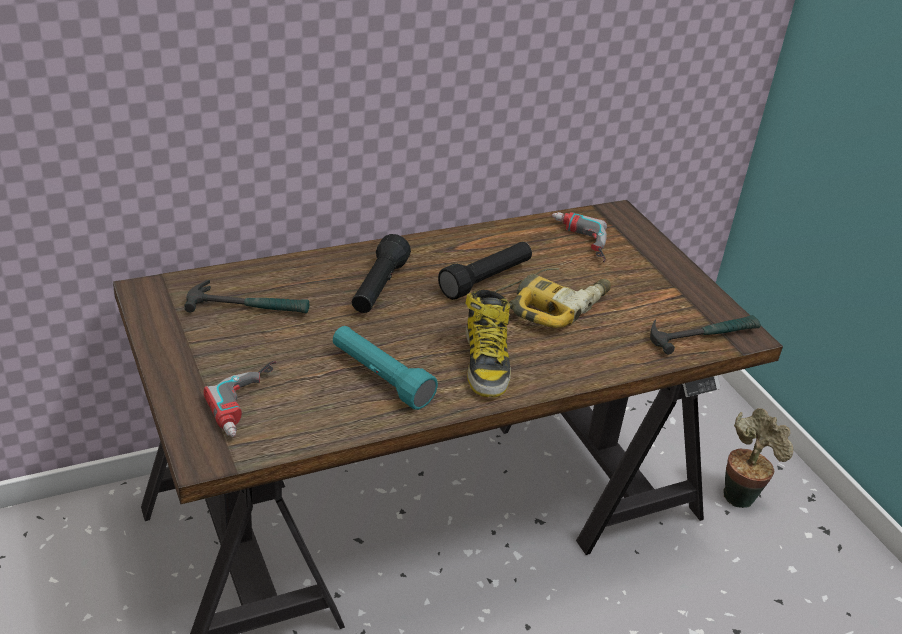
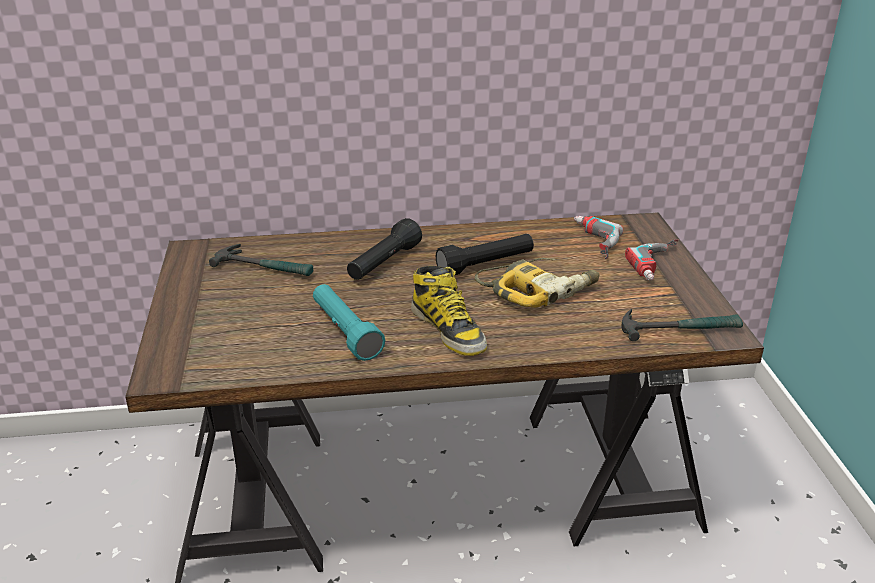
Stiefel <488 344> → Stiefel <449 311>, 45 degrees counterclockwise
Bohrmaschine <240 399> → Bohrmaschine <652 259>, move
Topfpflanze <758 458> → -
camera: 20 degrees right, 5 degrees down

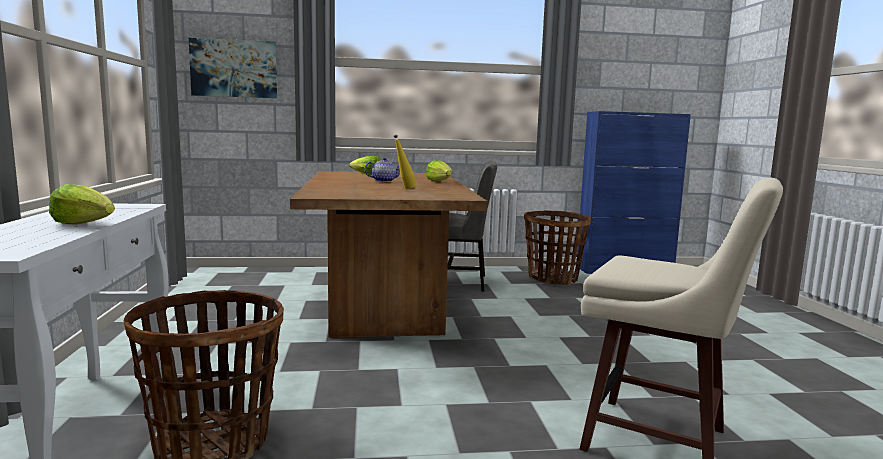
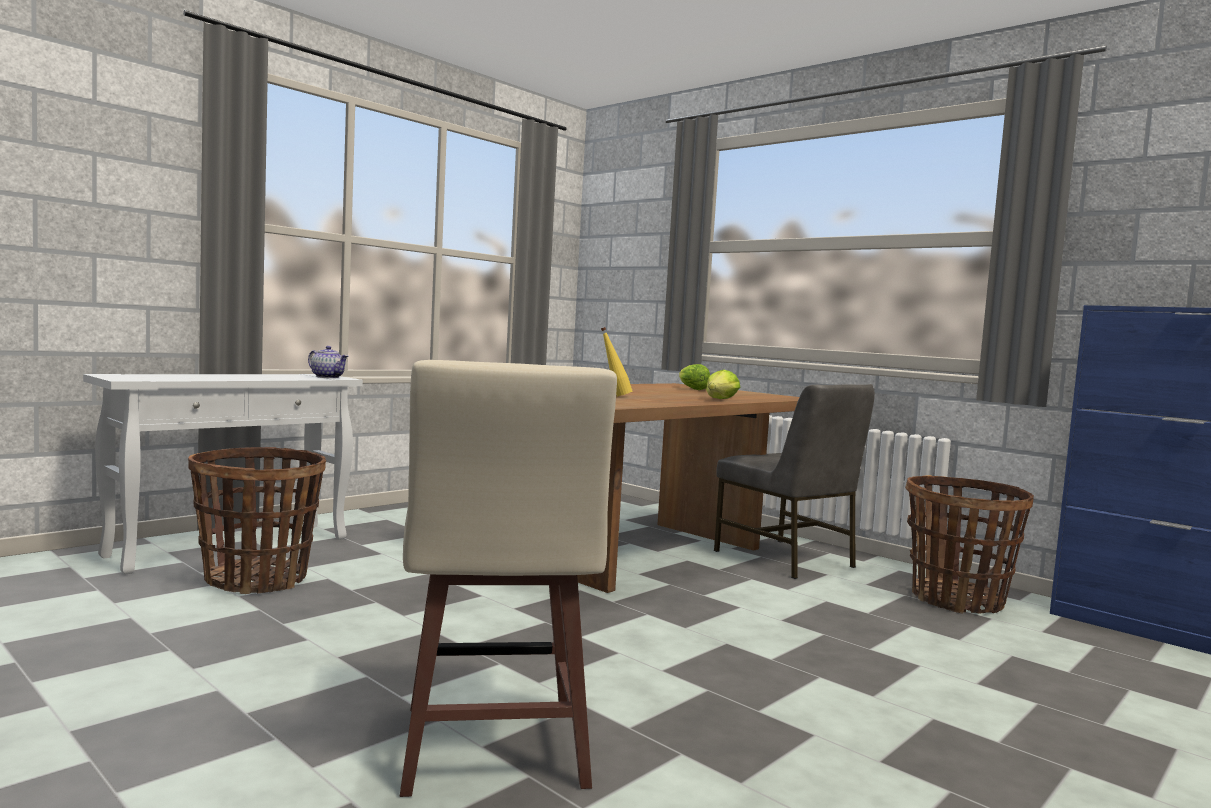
Teekanne <382 169> → Teekanne <328 362>, move
Salatkopf <82 204> → -
Bild <233 68> → -
camera: 50 degrees right, 5 degrees down

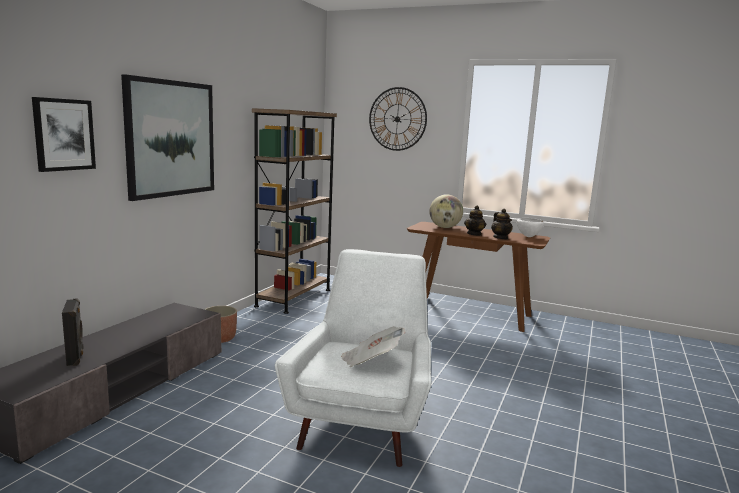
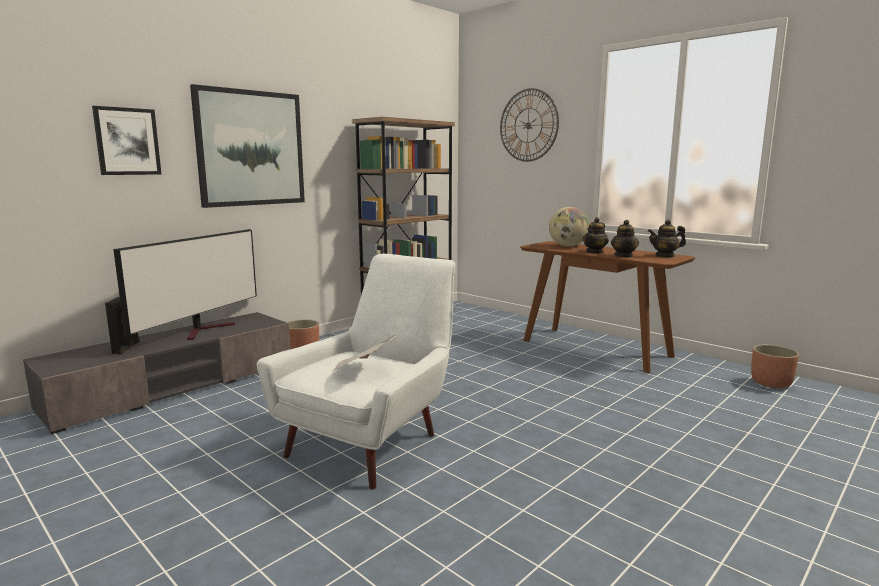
- → Fernseher <185 284>
Schüssel [weiß] <530 227> → Teekanne <667 239>
- → Pflanzkübel <775 366>
camera: 20 degrees right, 0 degrees up

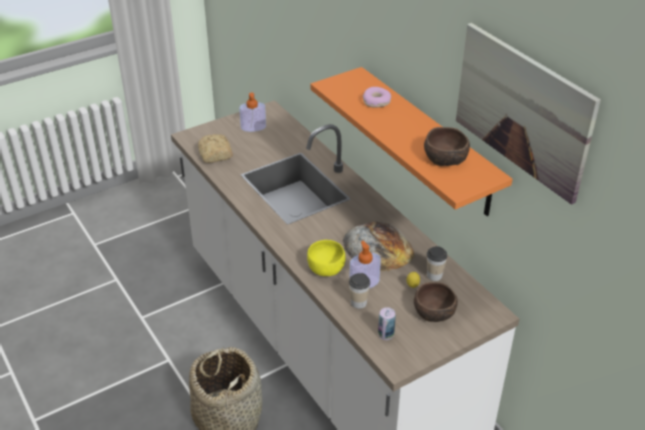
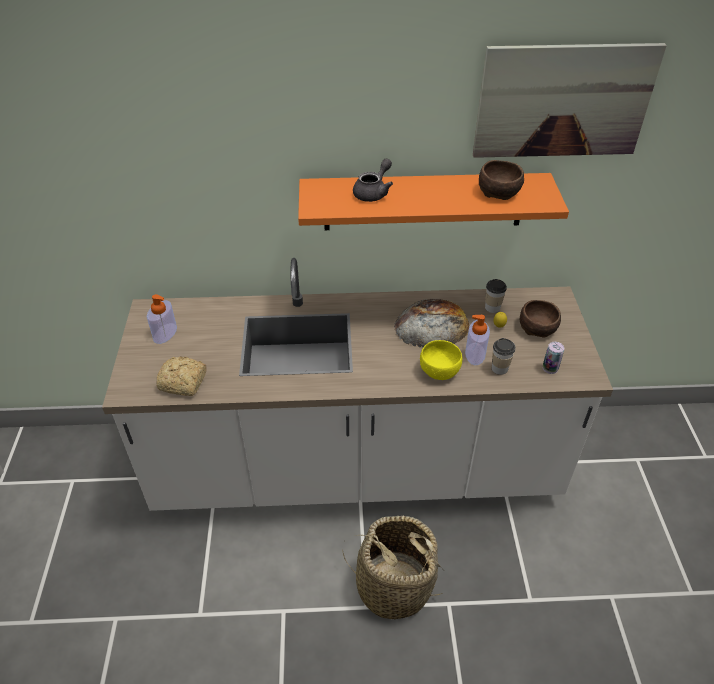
Donut <377 97> → Teekanne [grau] <373 180>
camera: 60 degrees left, 5 degrees up

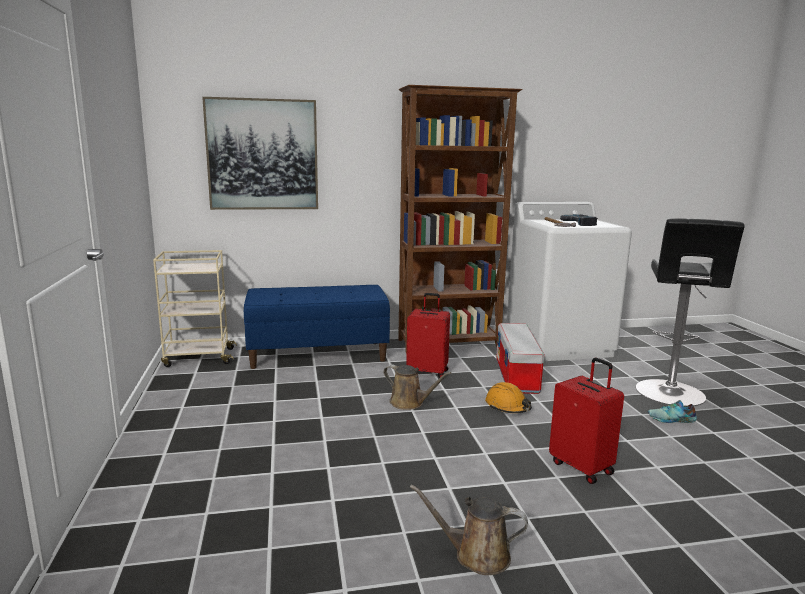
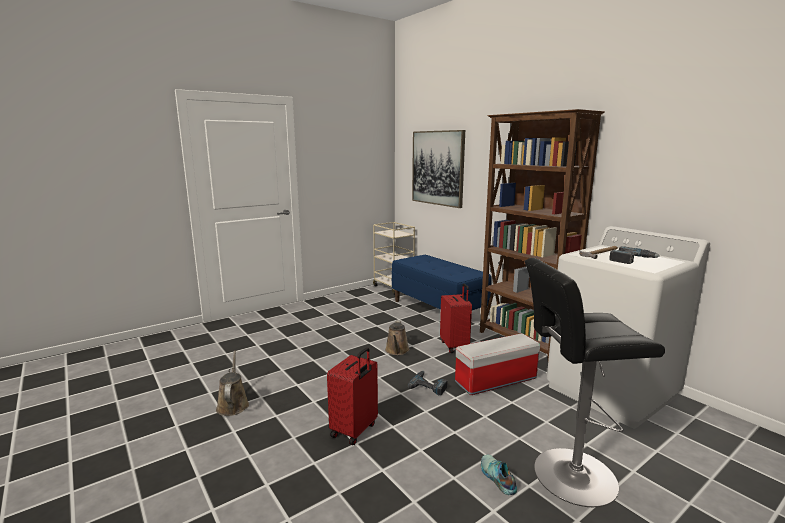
Schutzhelm [orange] <508 397> → Bohrmaschine <428 383>
camera: 65 degrees right, 0 degrees up

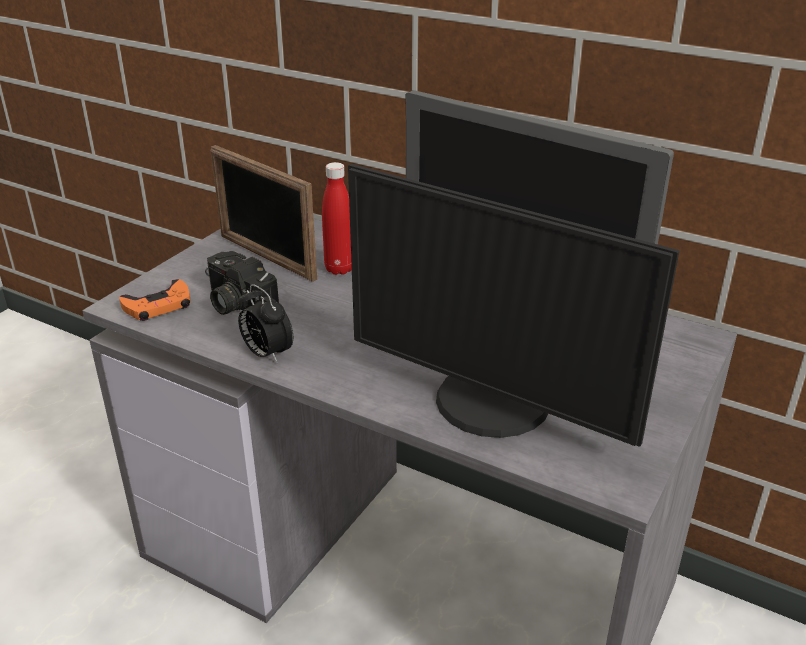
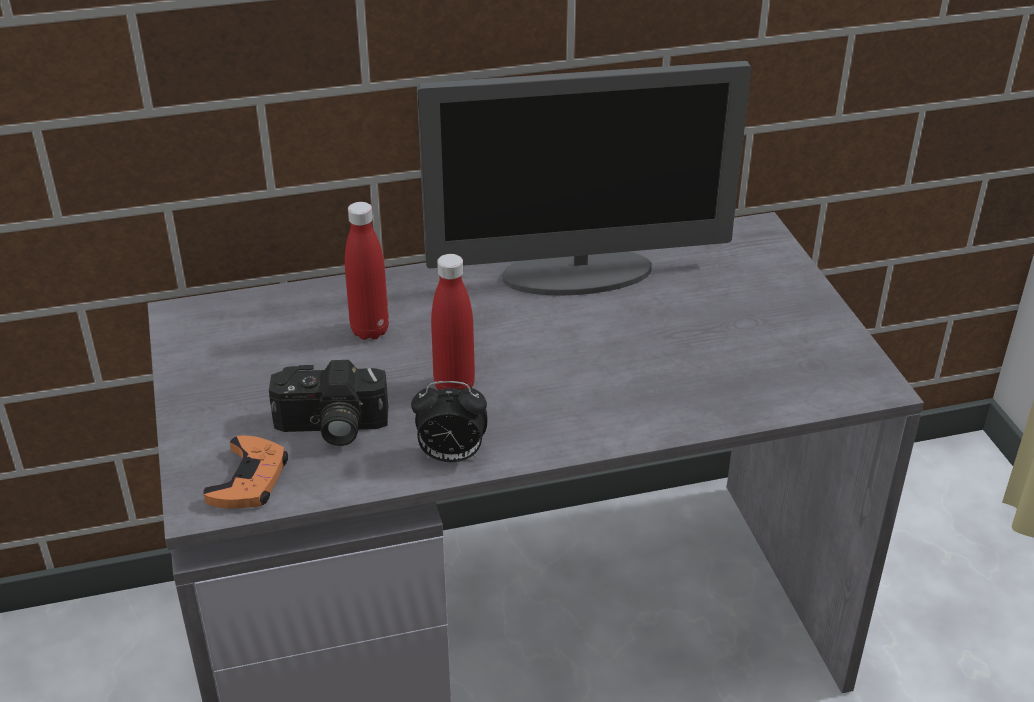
- → Flasche [rot] <453 322>
Bilderrahmen <264 213> → -
Monitor <513 305> → -
camera: 45 degrees left, 5 degrees up

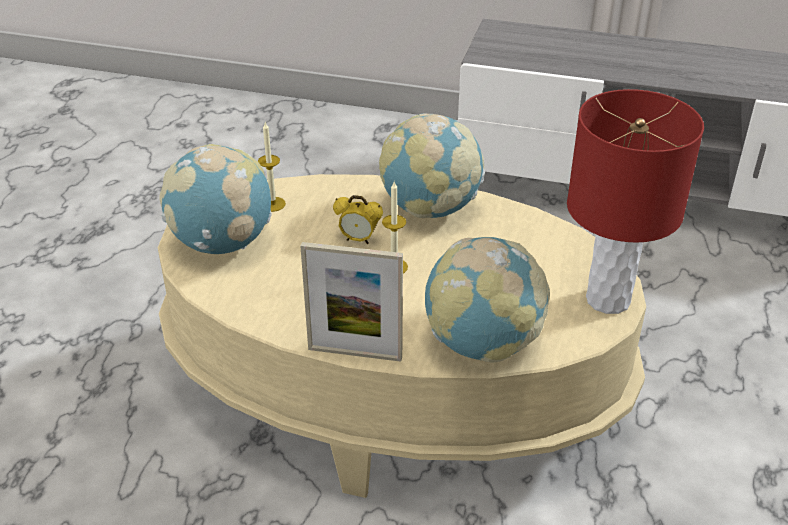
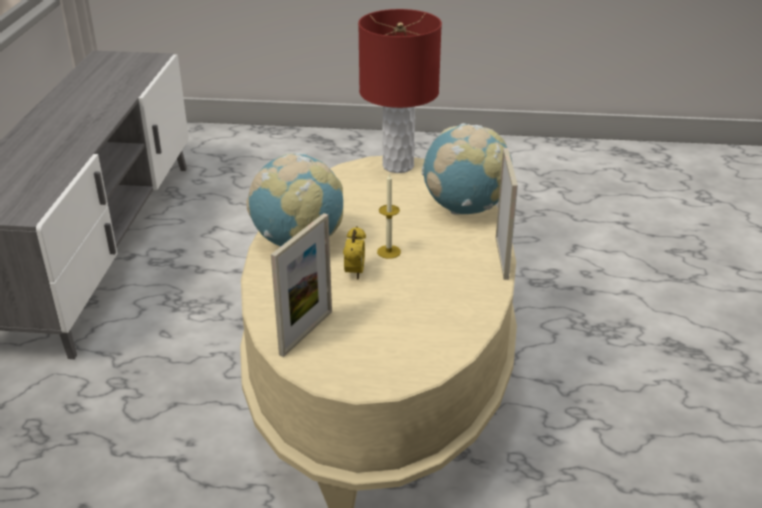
Kerze <272 167> → Bilderrahmen <301 285>
Globus <215 199> → -
camera: 100 degrees left, 5 degrees down

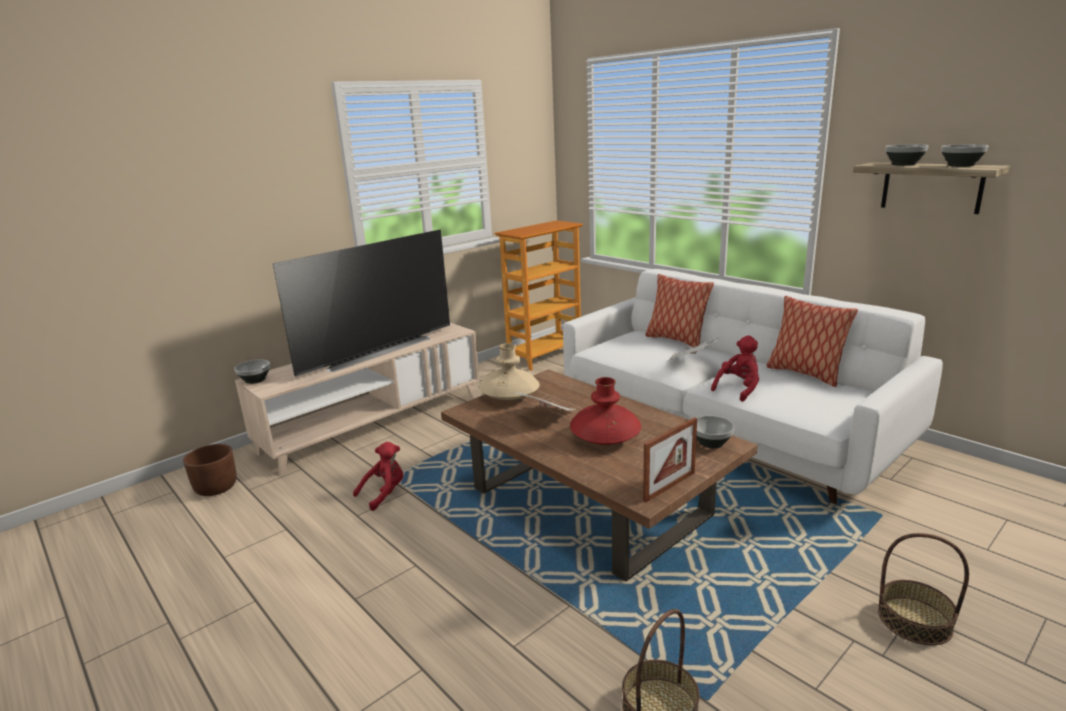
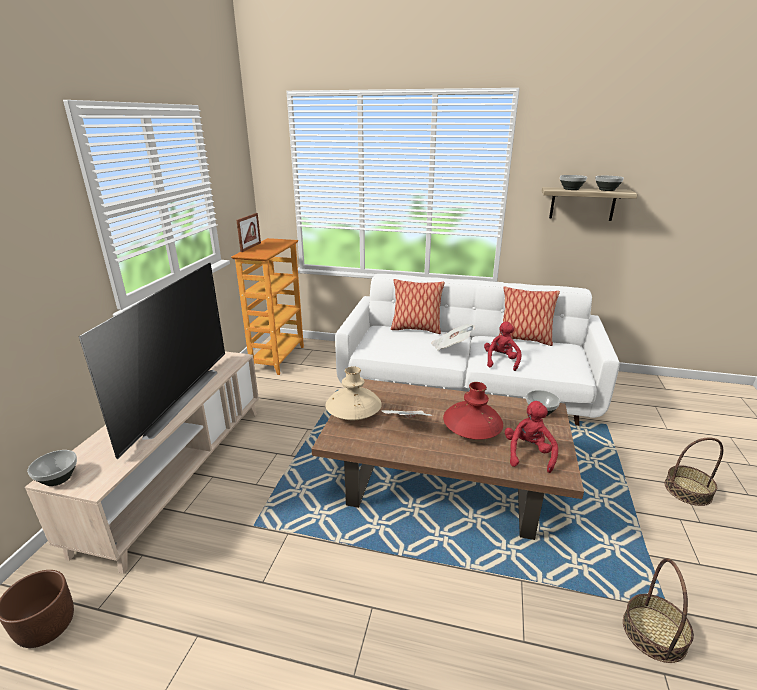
Bilderrahmen <670 460> → Bilderrahmen <248 232>, move
Plüschtier [rot] <378 476> → Plüschtier [rot] <531 437>, move
camera: 35 degrees left, 5 degrees up

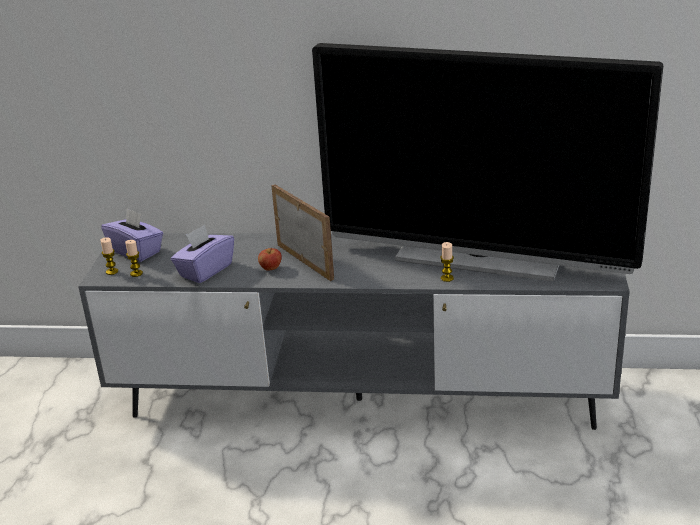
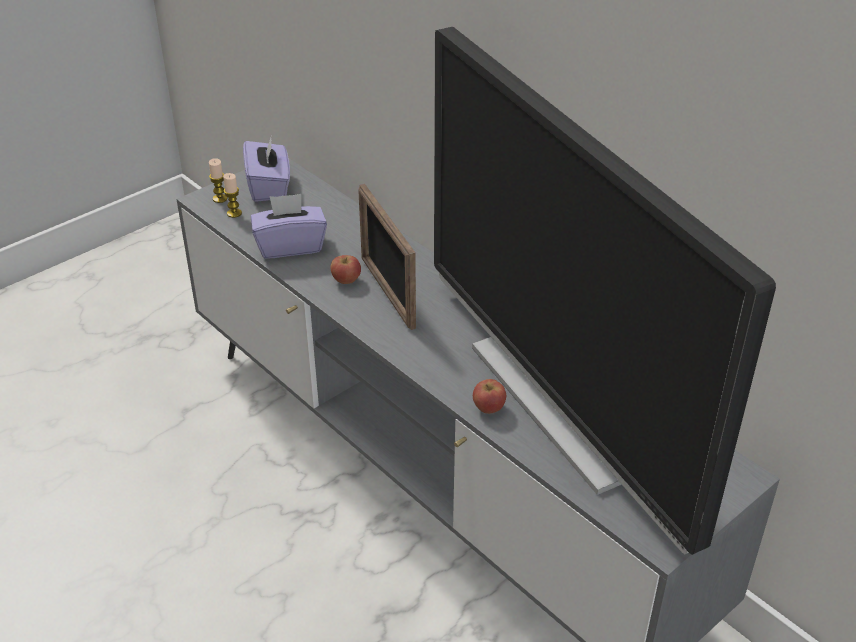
Bilderrahmen <302 232> → Bilderrahmen <387 257>, 150 degrees clockwise
Kerze <447 262> → Apfel <489 396>
camera: 40 degrees right, 10 degrees up

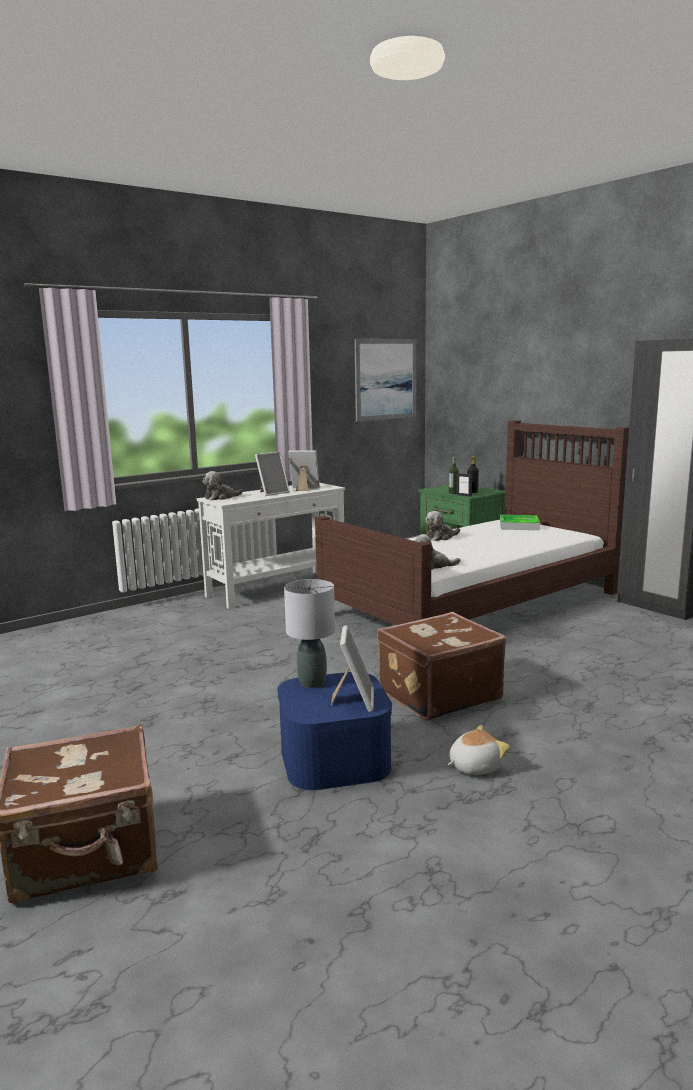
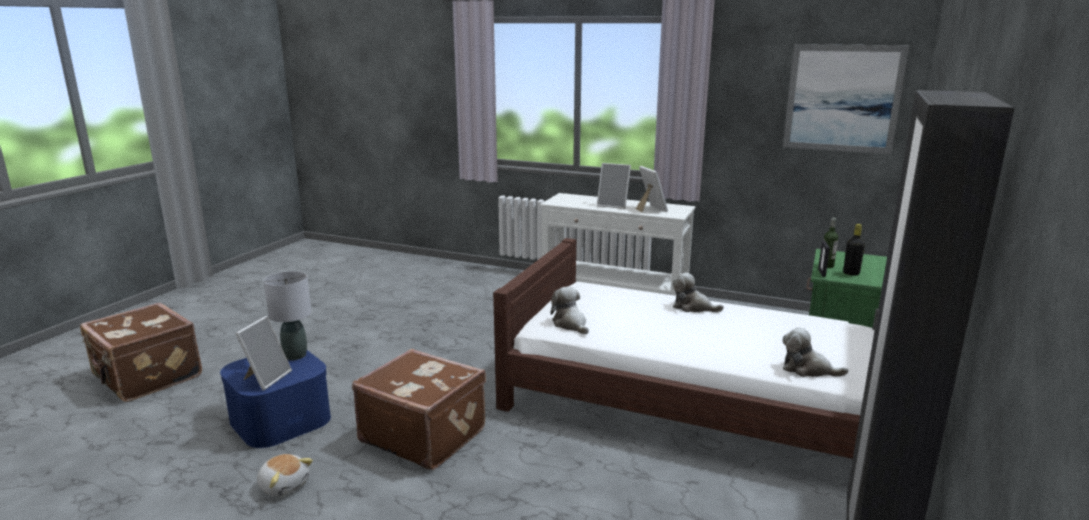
Bilderrahmen <352 668> → Bilderrahmen <263 353>, 45 degrees counterclockwise
Plüschtier <222 486> → Plüschtier <815 352>, move
Tablett <520 522> → -
camera: 60 degrees right, 5 degrees up

